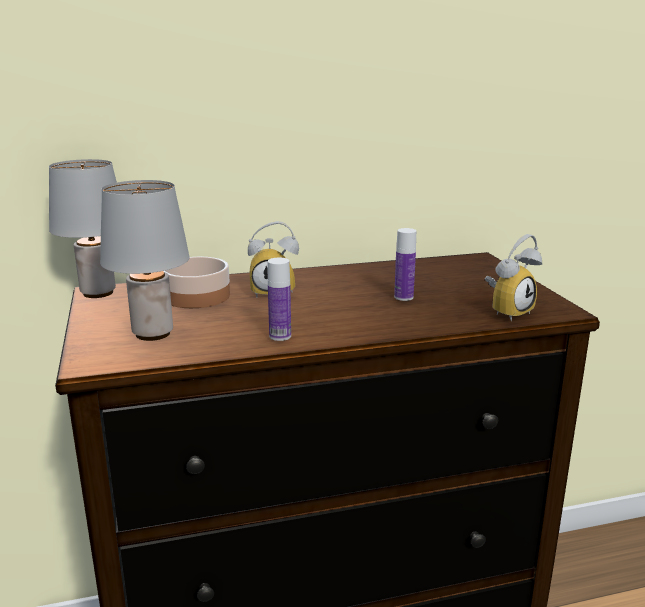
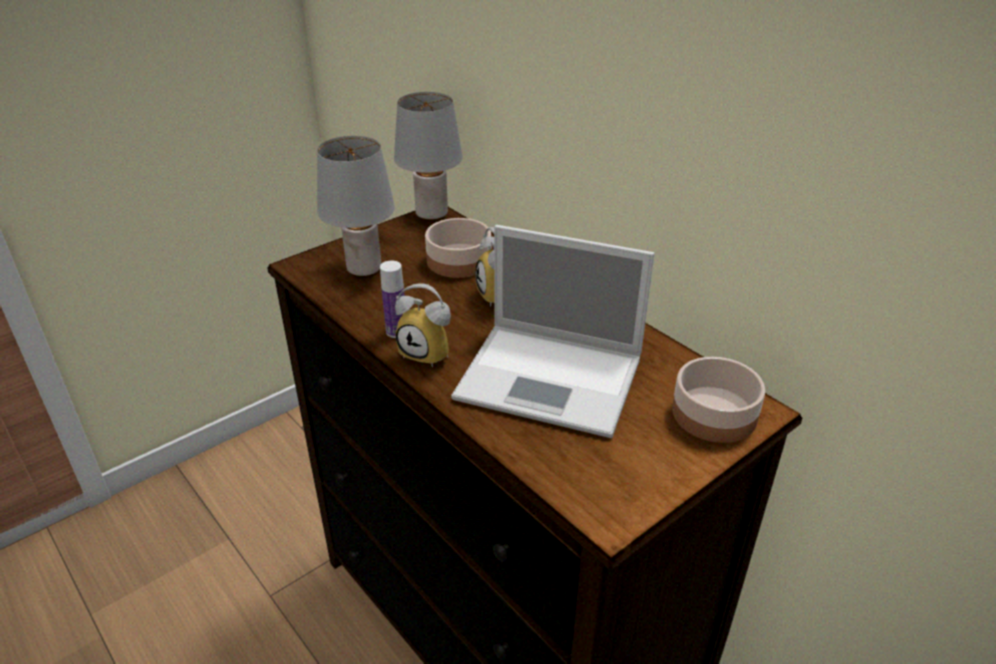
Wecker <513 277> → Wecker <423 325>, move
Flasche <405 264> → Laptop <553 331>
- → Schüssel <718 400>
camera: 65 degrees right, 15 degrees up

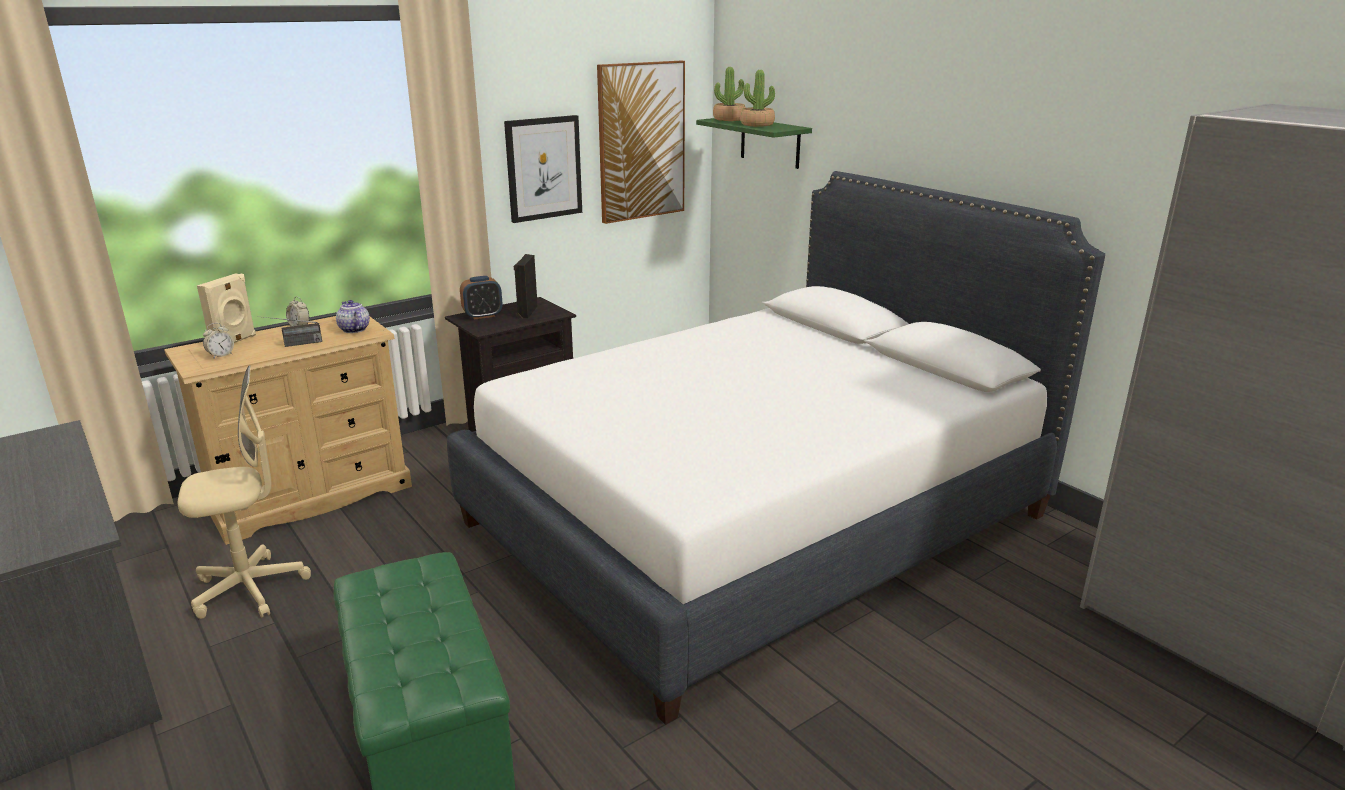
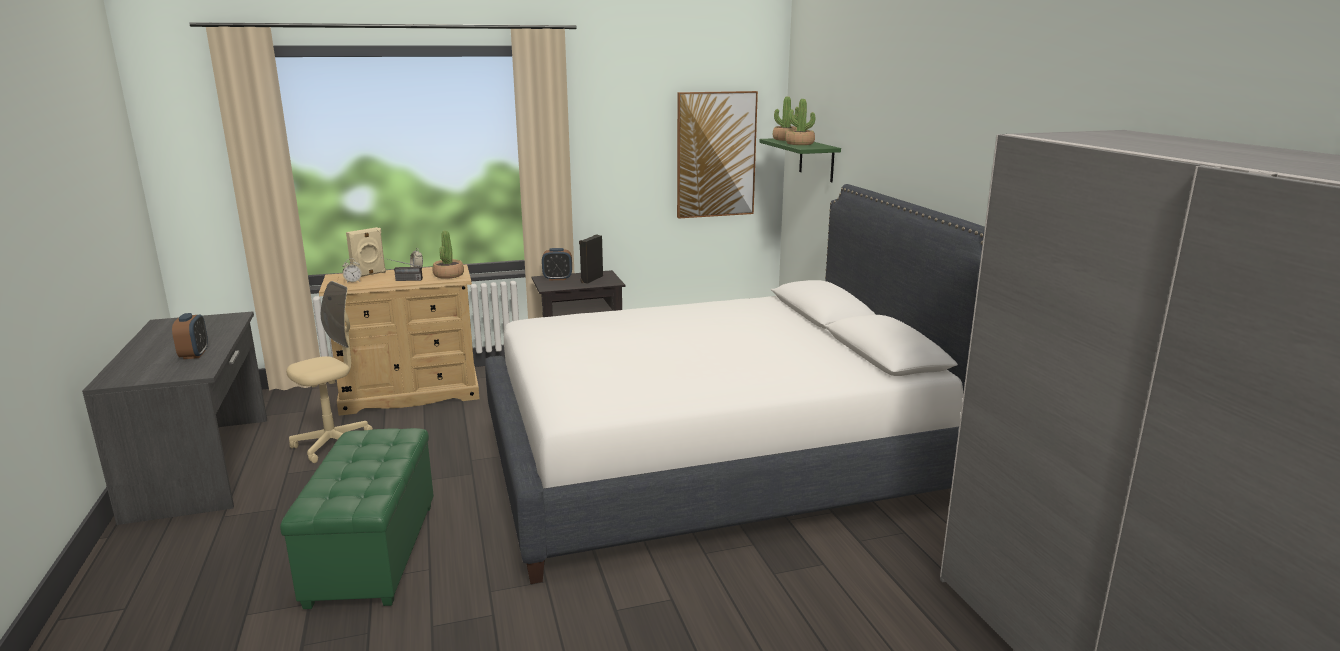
- → Wecker <190 336>
Bürostuhl [beige] <244 492> → Bürostuhl [beige] <329 372>, 45 degrees counterclockwise
Teekanne <353 316> → Topfpflanze <448 254>
Bild <543 169> → -
camera: 20 degrees right, 5 degrees down

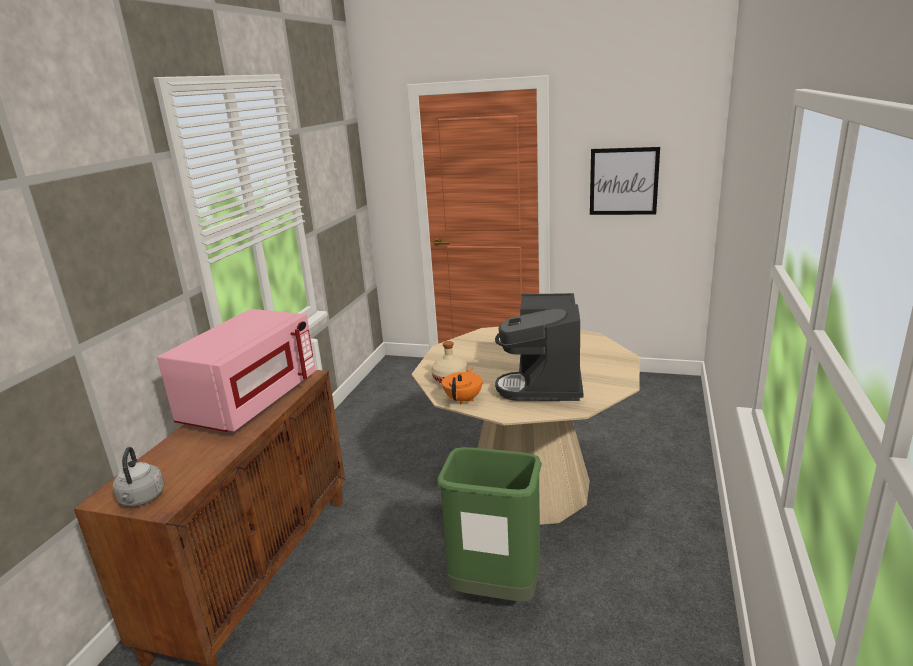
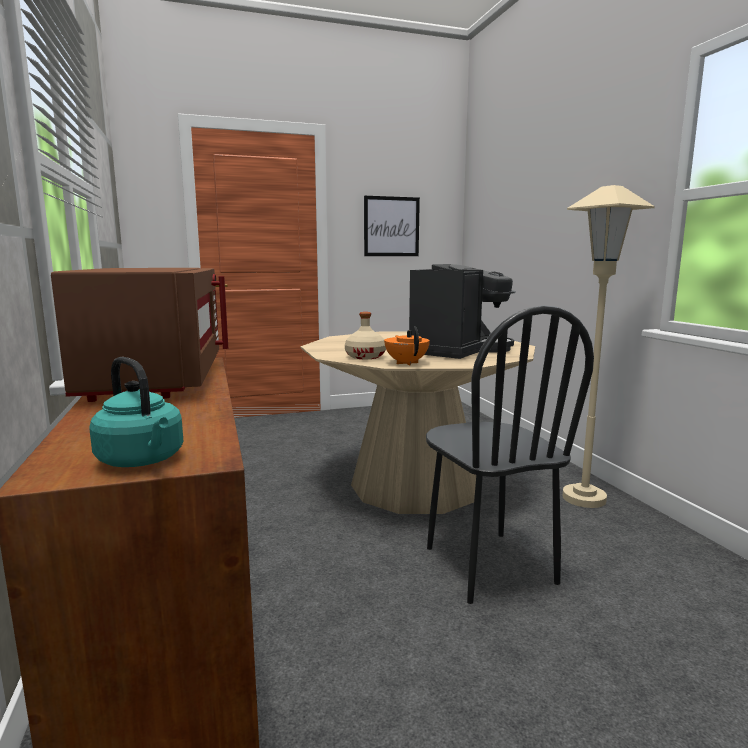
Mikrowelle [rosa] <236 370> → Mikrowelle [braun] <139 335>
Wasserkessel [grau] <138 477> → Wasserkessel [türkis] <136 412>
Kaffeemaschine <539 347> → Kaffeemaschine <462 311>, 120 degrees counterclockwise
Mülleimer [grün] <489 524> → Stuhl [schwarz] <510 454>
- → Stehlampe [beige] <609 346>
camera: 35 degrees left, 10 degrees down

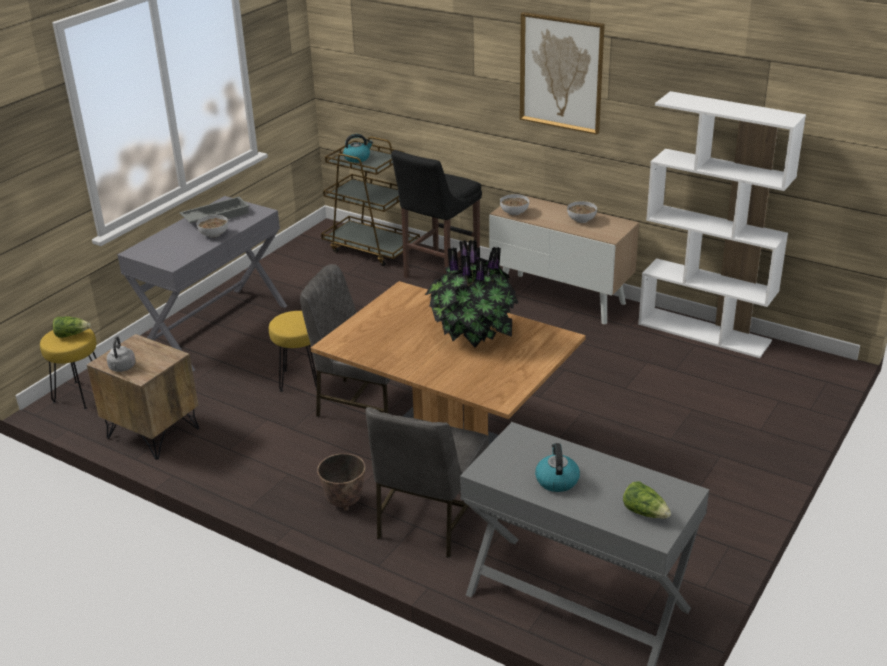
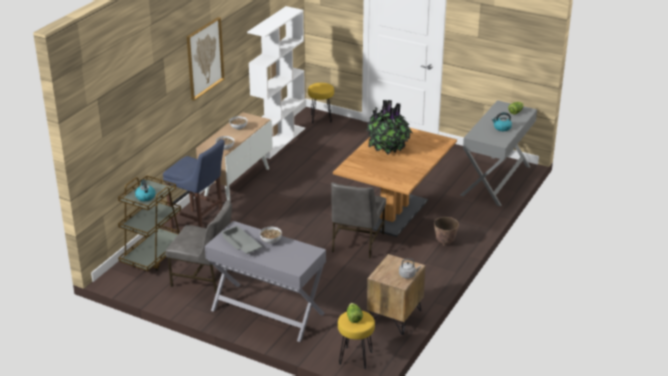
Hocker [schwarz] <436 214> → Hocker [blau] <194 183>
Stuhl [grau] <427 482> → Stuhl [grau] <199 247>, move
Hocker [gelb] <293 351> → Hocker [gelb] <321 103>, move
camera: 95 degrees left, 0 degrees up

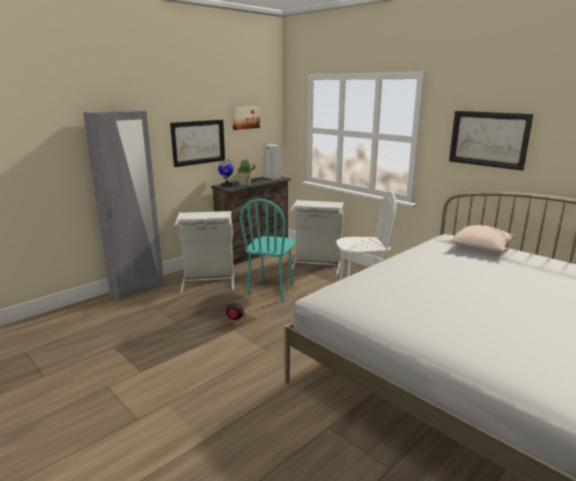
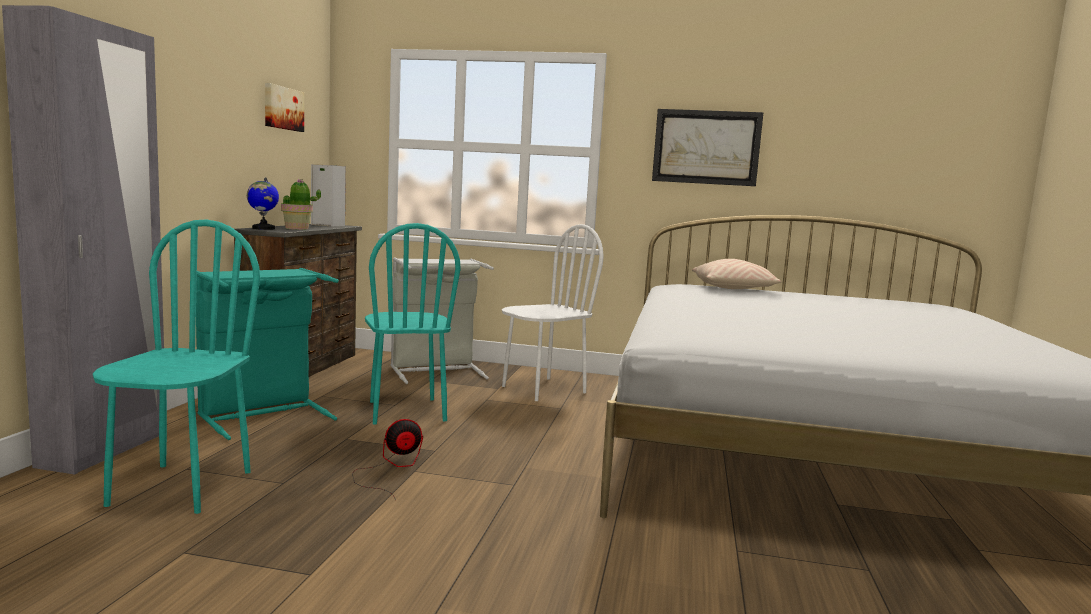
- → Stuhl [türkis] <176 366>
Wäschekorb [grau] <204 252> → Wäschekorb [türkis] <267 354>
Bild <197 143> → -
camera: 35 degrees left, 10 degrees down

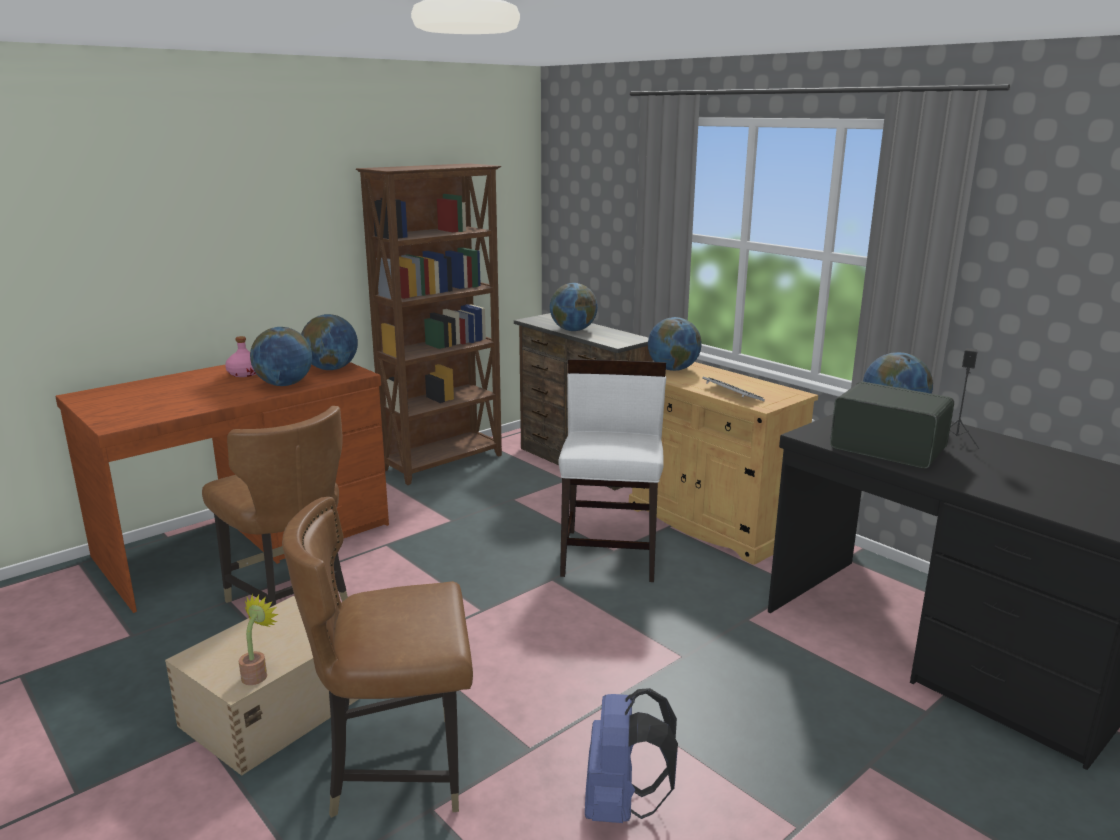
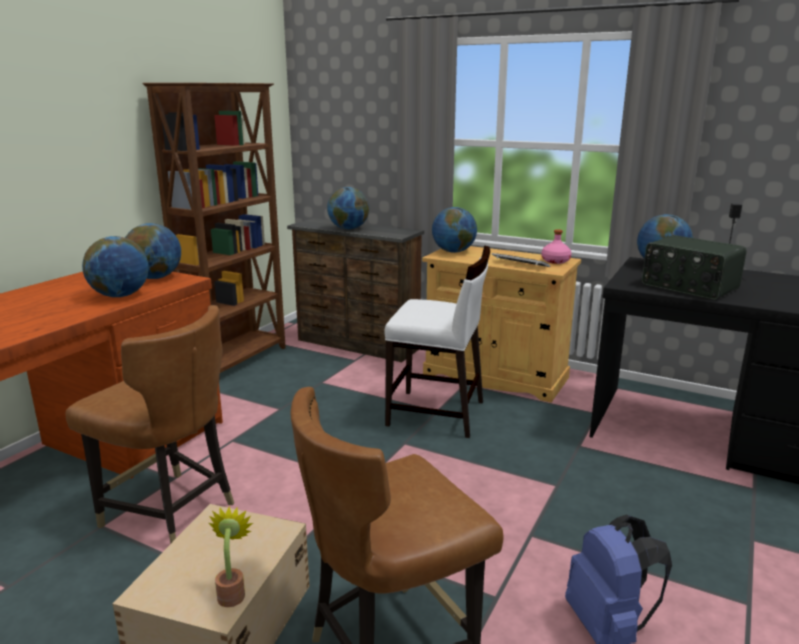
Stuhl [weiß] <612 470> → Stuhl [weiß] <437 341>, 120 degrees clockwise
Flasche [rosa] <240 356> → Flasche [rosa] <556 246>, move
Radio <892 425> → Radio <694 267>, 150 degrees counterclockwise
camera: 20 degrees left, 0 degrees up

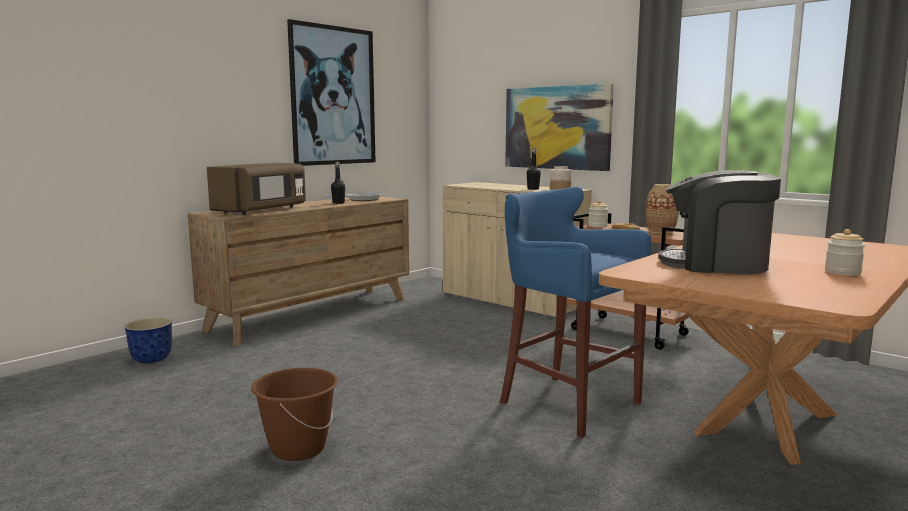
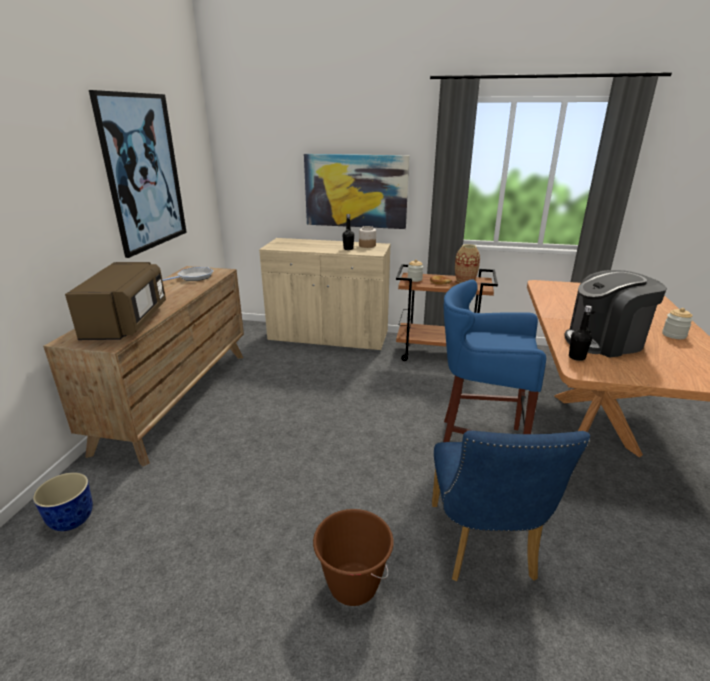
- → Stuhl [blau] <511 505>
Flasche [schwarz] <338 183> → Flasche [schwarz] <580 333>, move
camera: 30 degrees left, 15 degrees up

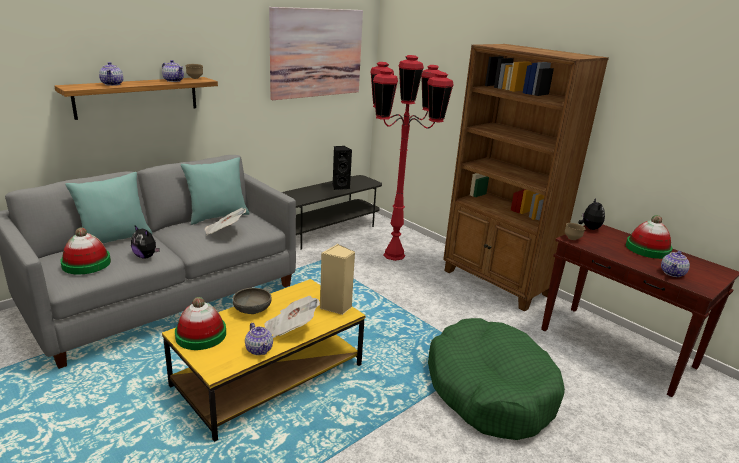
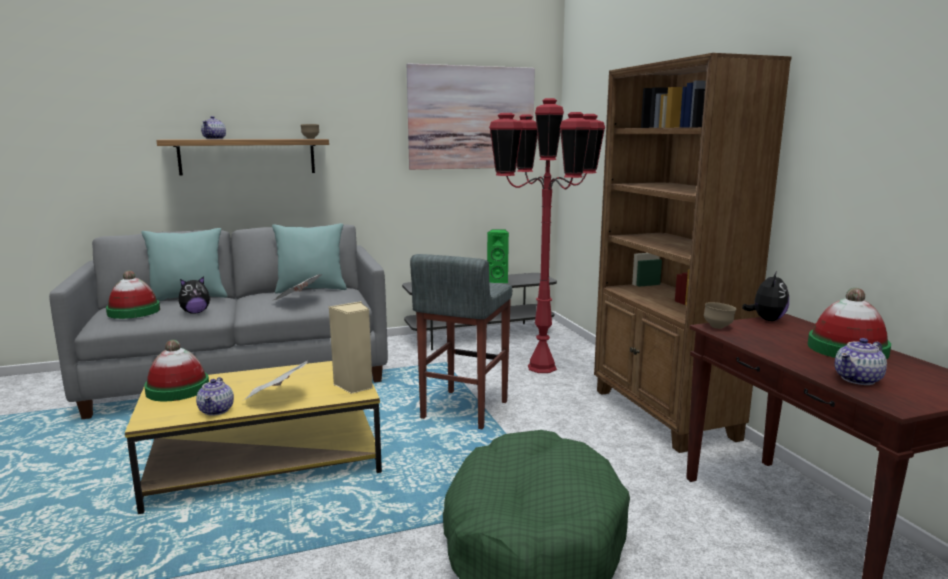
Plüschtier <145 242> → Plüschtier <195 295>, 90 degrees counterclockwise
- → Hocker [grau] <461 341>
Lautsprecher [schwarz] <342 168> → Lautsprecher [grün] <498 256>
Teekanne <173 71> → -
Schüssel [grau] <252 301> → -
camera: 25 degrees right, 10 degrees down

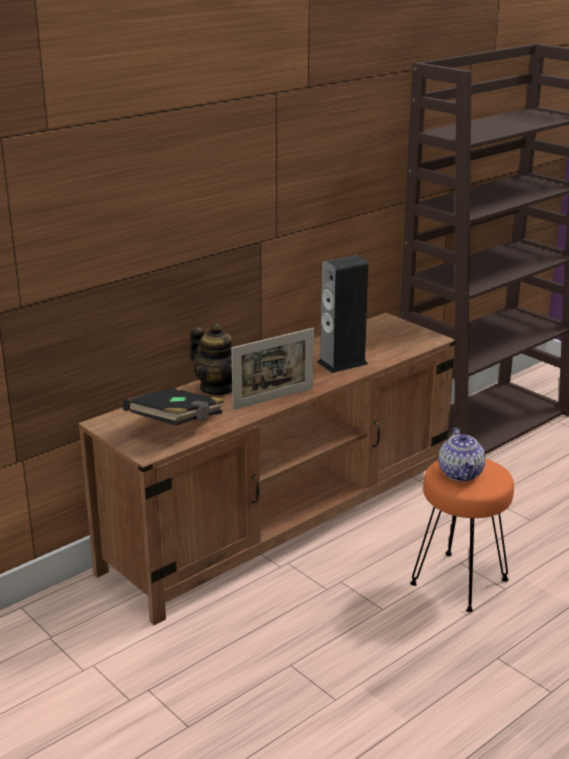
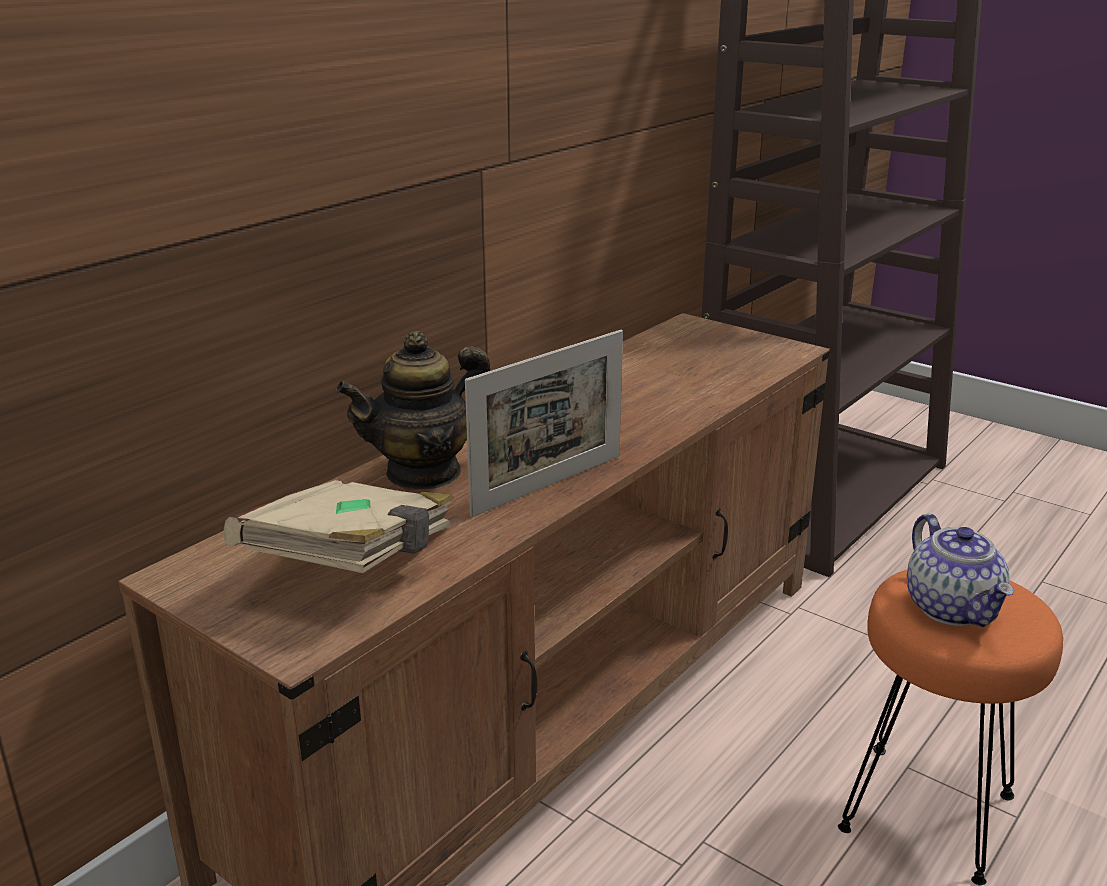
Buch [schwarz] <174 407> → Buch [beige] <339 526>
Teekanne <212 359> → Teekanne <413 410>, 120 degrees clockwise
Lautsprecher <343 314> → -
camera: 10 degrees left, 0 degrees up

